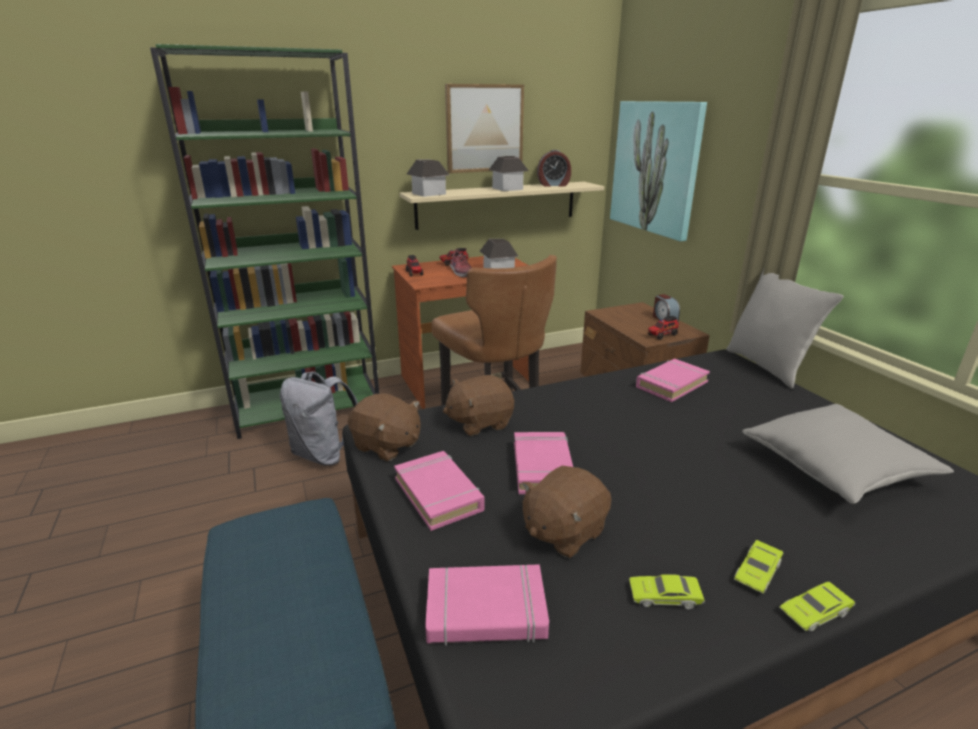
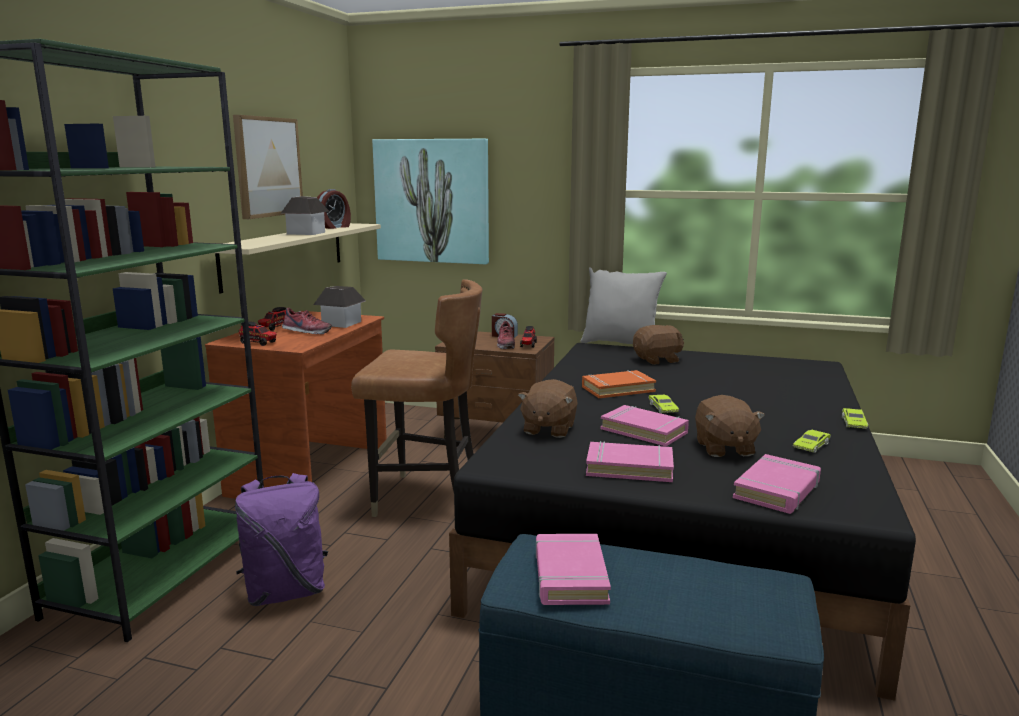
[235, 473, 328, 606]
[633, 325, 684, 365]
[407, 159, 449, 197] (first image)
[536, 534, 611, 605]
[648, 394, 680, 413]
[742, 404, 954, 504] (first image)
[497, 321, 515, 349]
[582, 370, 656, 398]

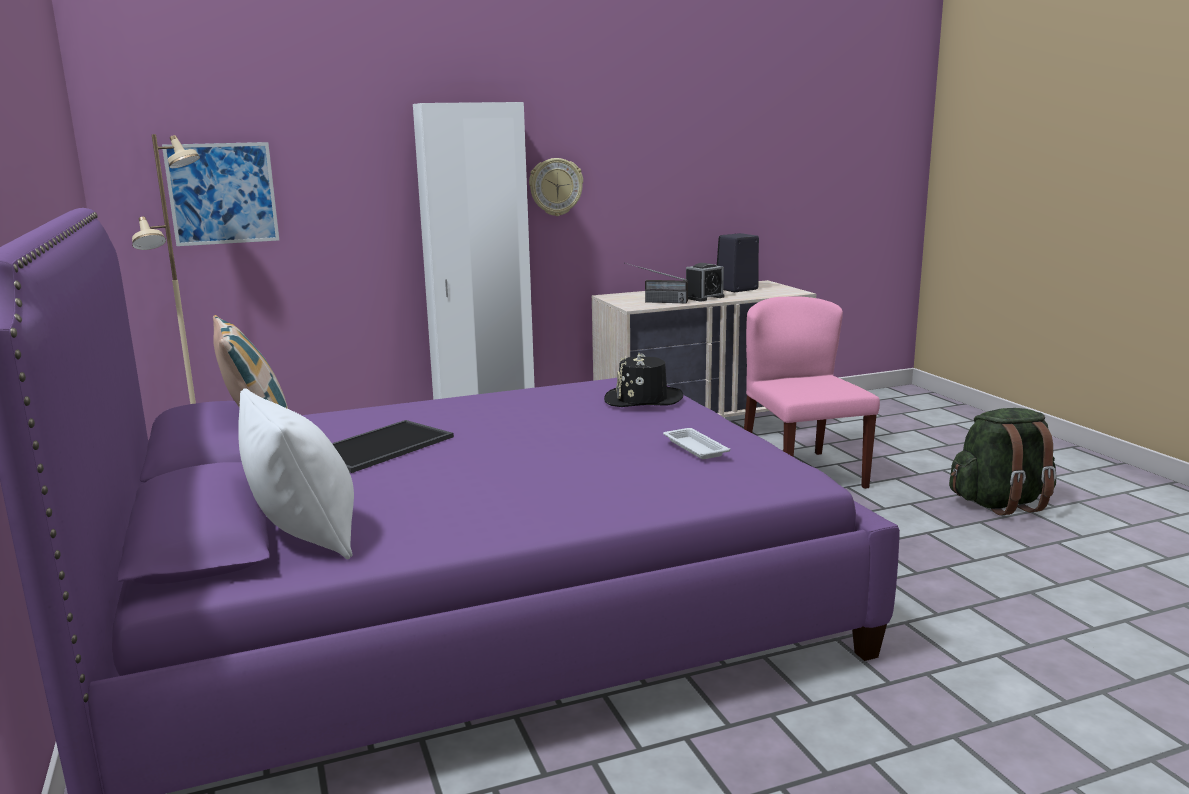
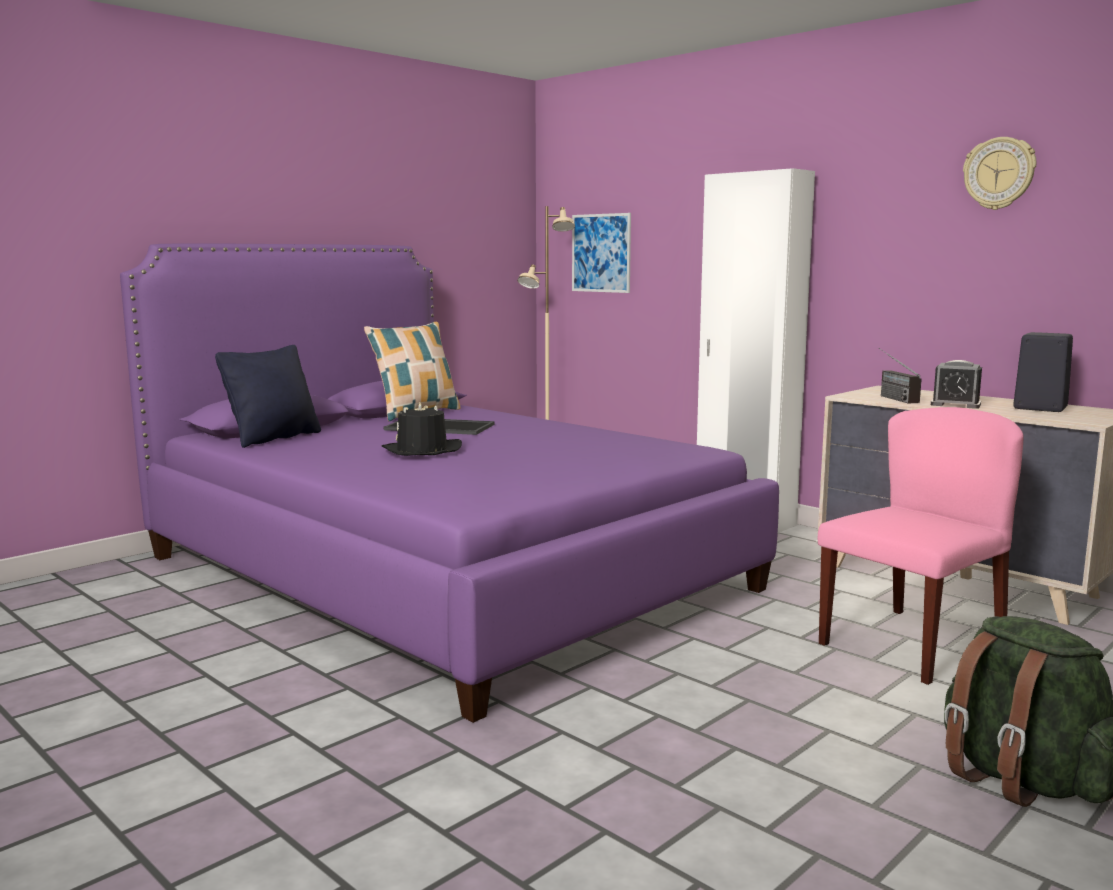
[215, 345, 321, 448]
[963, 137, 1036, 210]
[381, 403, 462, 456]
[663, 428, 730, 459] (first image)

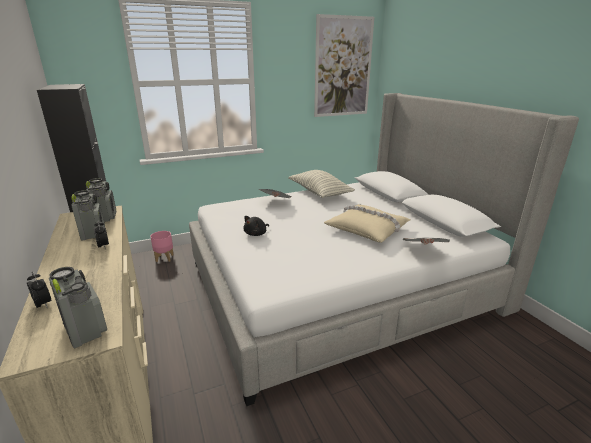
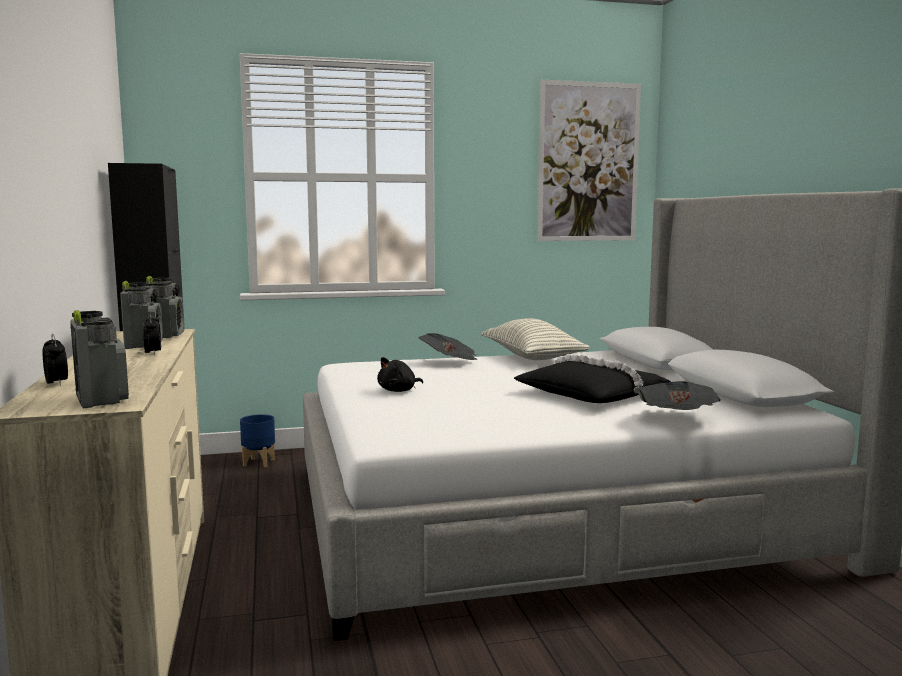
[240, 414, 275, 467]
[514, 354, 671, 403]

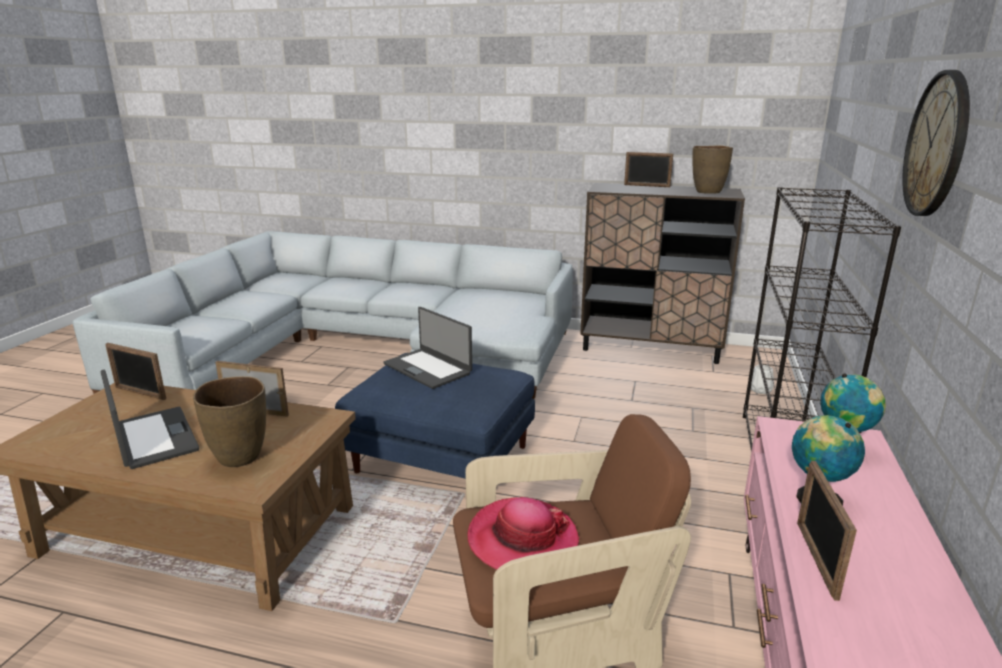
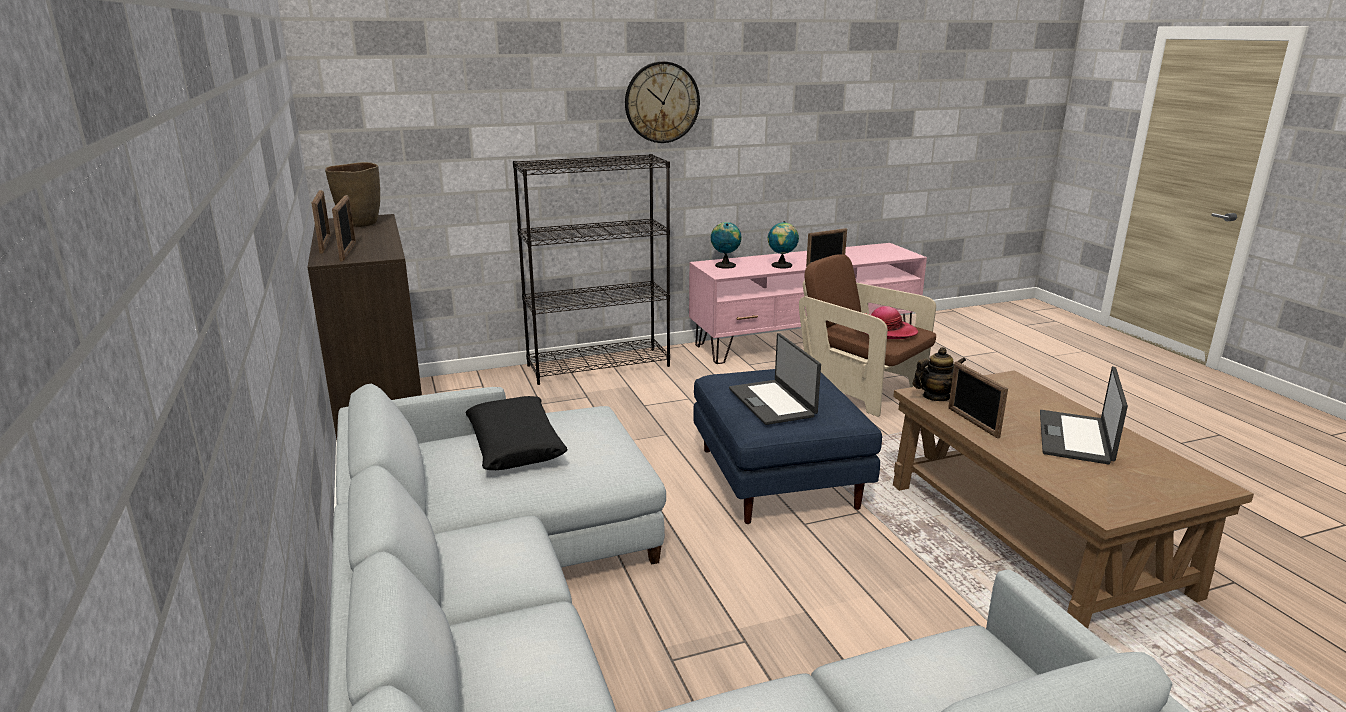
[332, 195, 356, 261]
[193, 376, 266, 467] (first image)
[729, 333, 821, 425]
[751, 365, 774, 394] (first image)
[466, 396, 568, 470]
[912, 347, 966, 401]

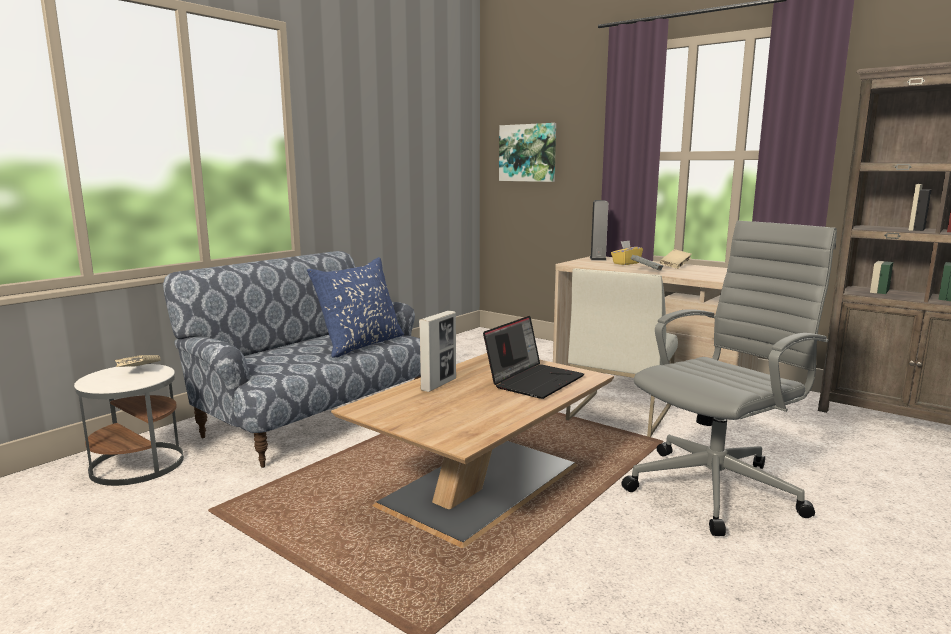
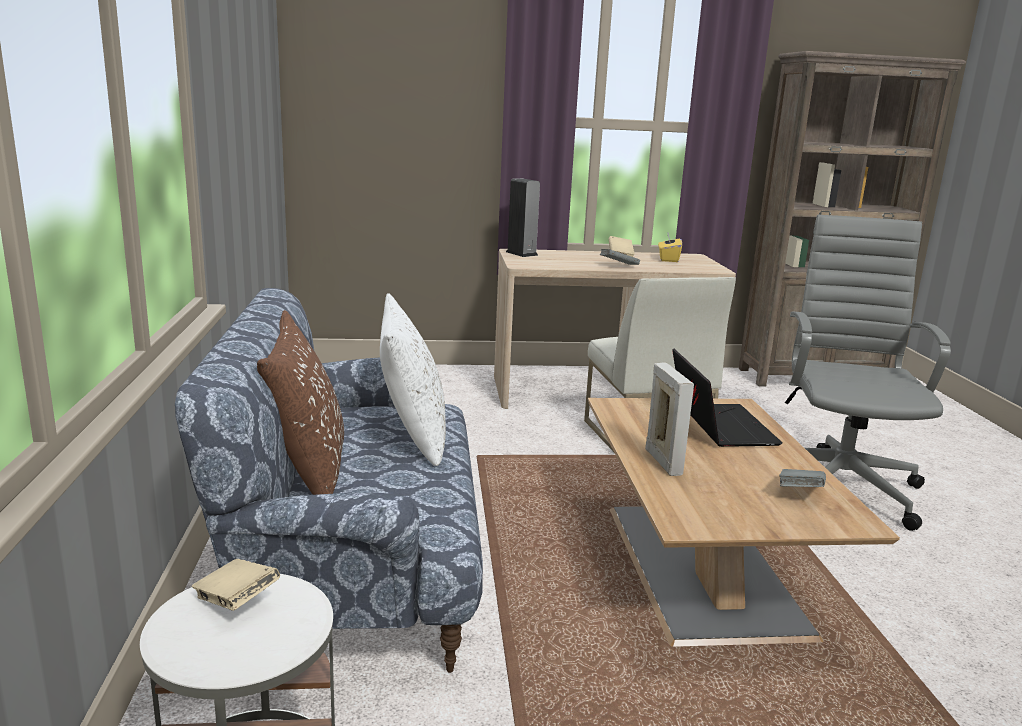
[380, 293, 446, 466]
[499, 123, 556, 182] (first image)
[658, 233, 682, 262]
[257, 310, 344, 495]
[779, 469, 826, 487]

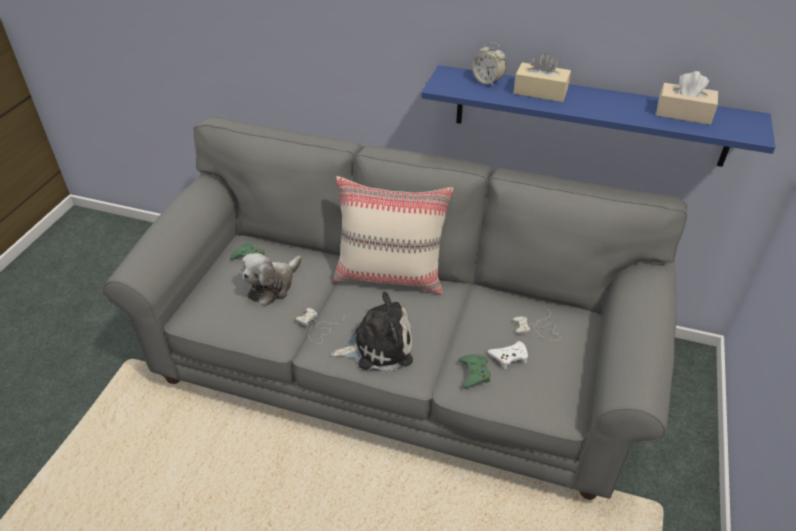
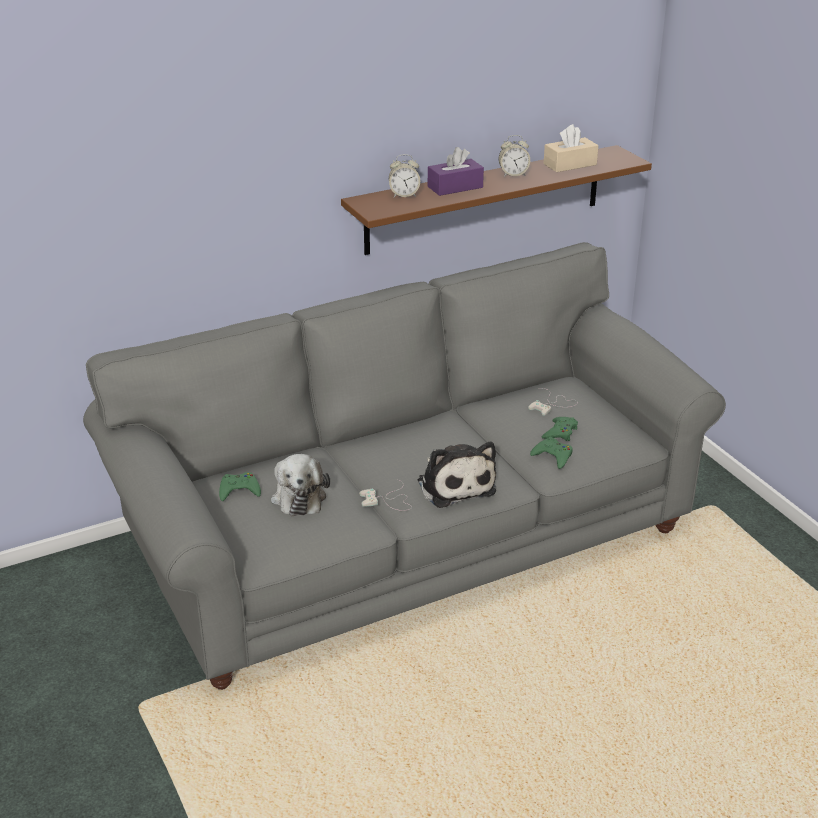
[418, 441, 496, 508]
[333, 176, 453, 295] (first image)
[341, 145, 652, 255]
[542, 417, 578, 441]
[428, 147, 484, 196]
[499, 135, 530, 177]

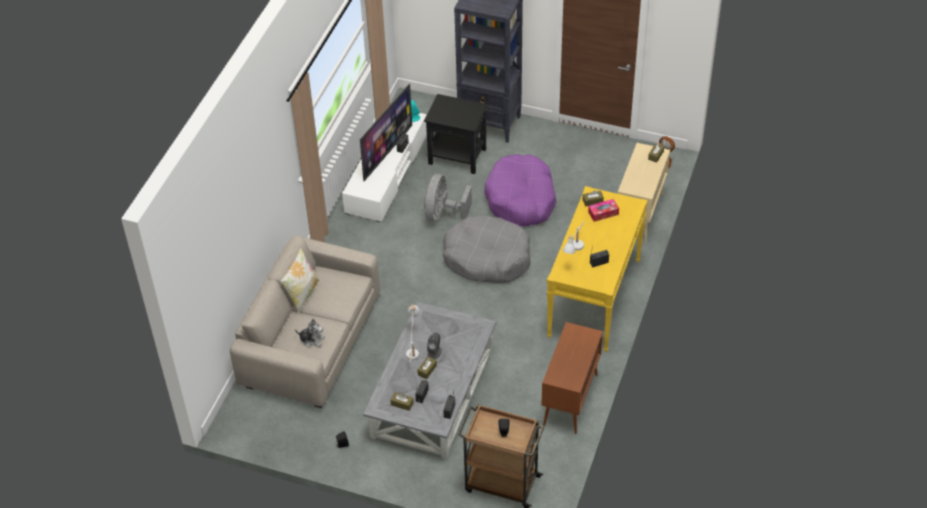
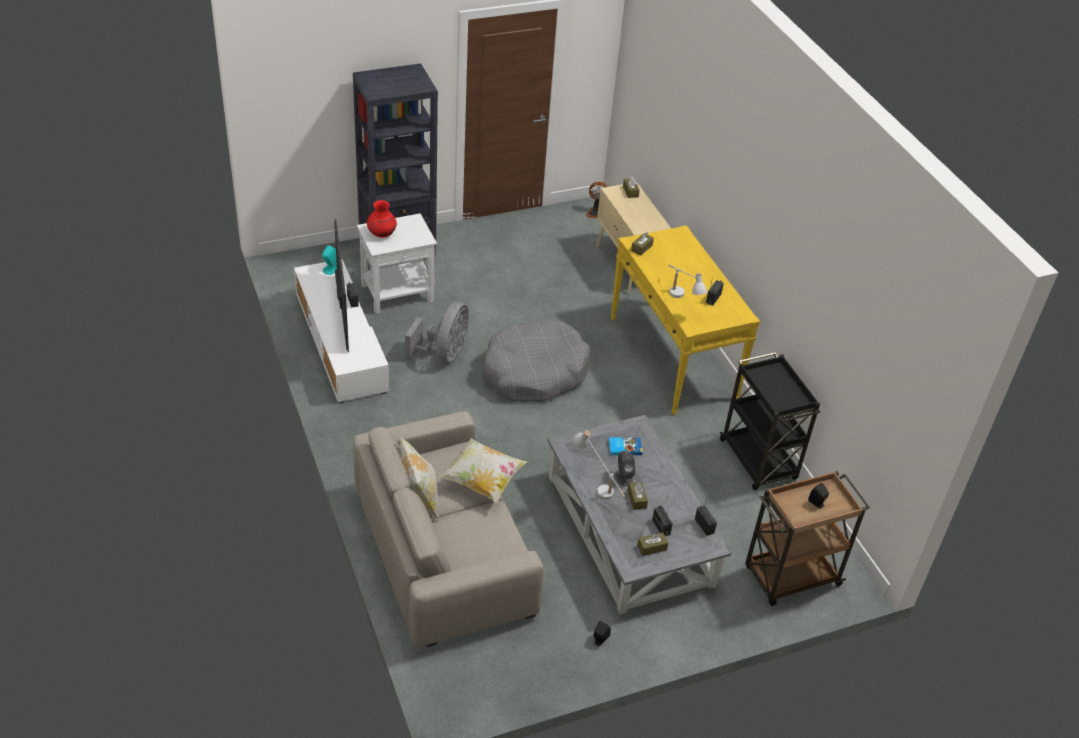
[295, 319, 325, 348] (first image)
[357, 213, 437, 314]
[405, 302, 469, 362]
[485, 154, 556, 226] (first image)
[720, 352, 820, 490]
[588, 199, 619, 222] (first image)
[367, 200, 397, 238]
[440, 438, 527, 503]
[608, 438, 643, 455]

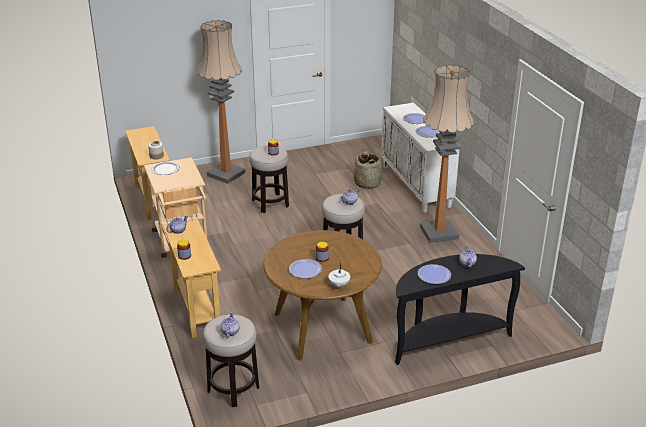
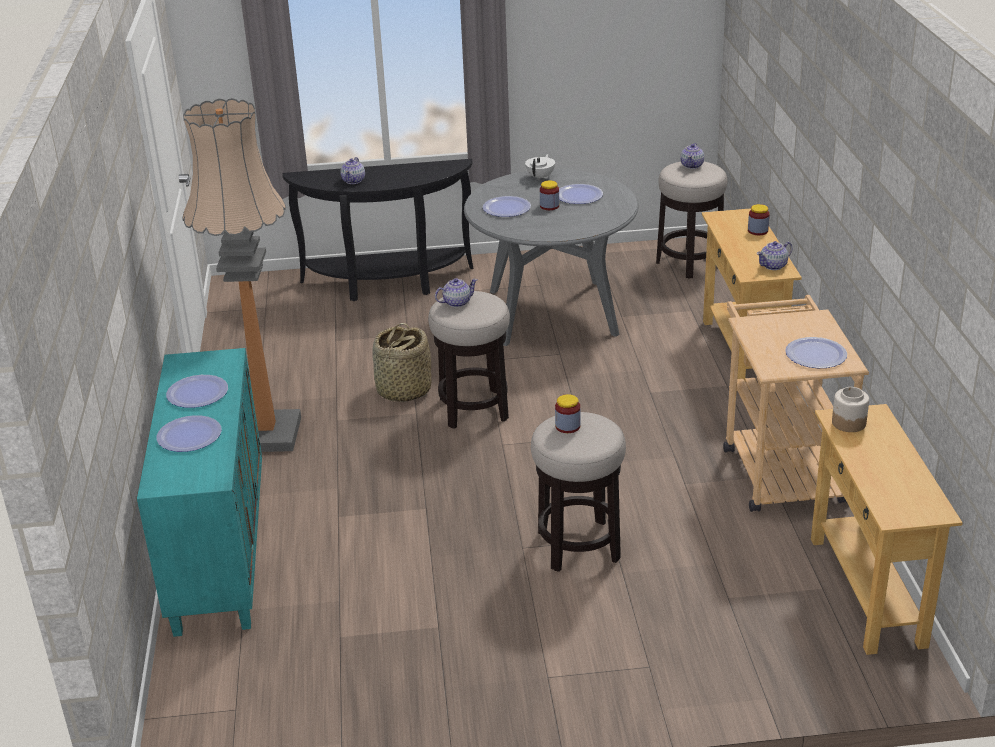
[197, 20, 245, 184] (first image)
[464, 169, 639, 346]
[372, 323, 431, 402]
[137, 348, 262, 637]
[483, 196, 531, 217]

